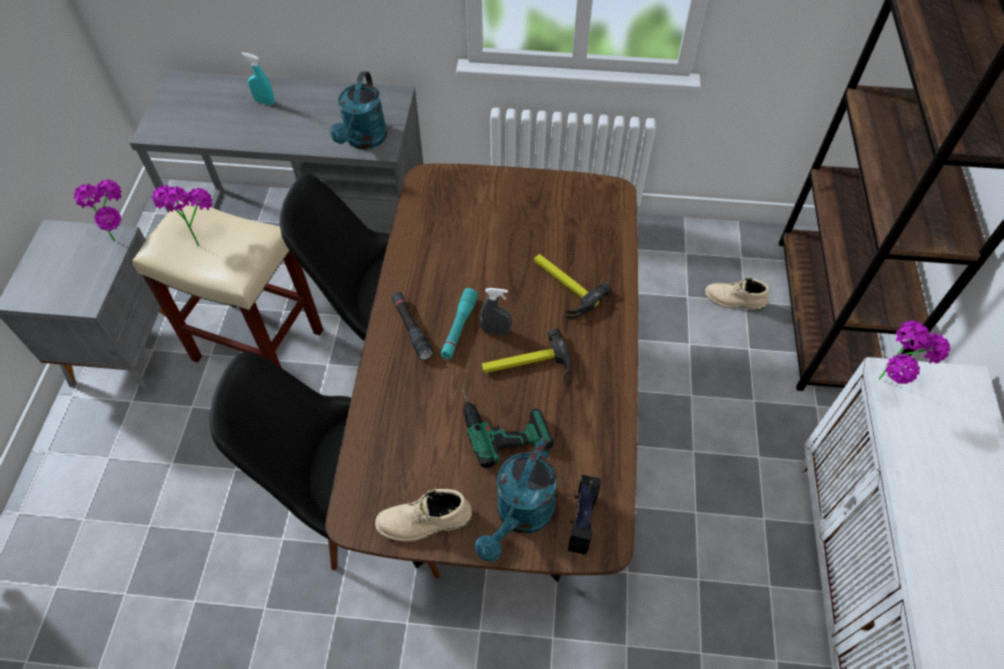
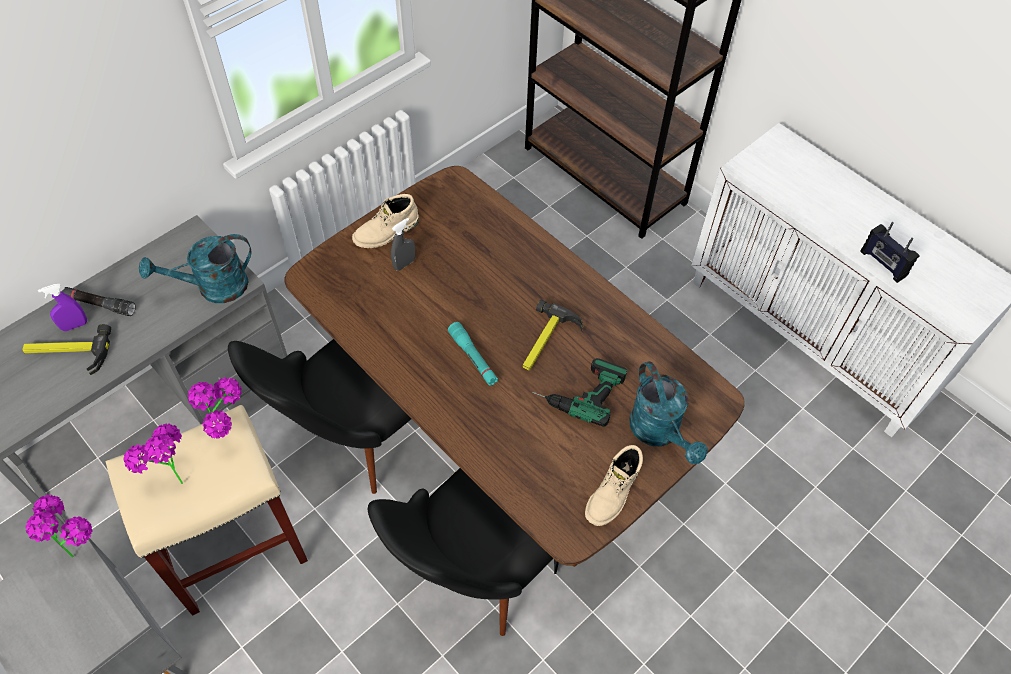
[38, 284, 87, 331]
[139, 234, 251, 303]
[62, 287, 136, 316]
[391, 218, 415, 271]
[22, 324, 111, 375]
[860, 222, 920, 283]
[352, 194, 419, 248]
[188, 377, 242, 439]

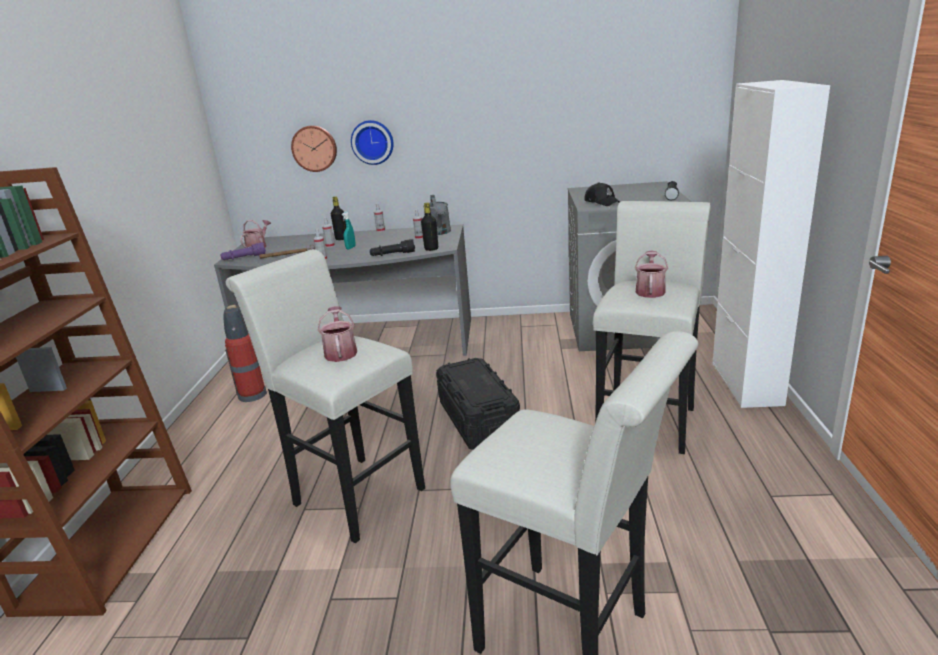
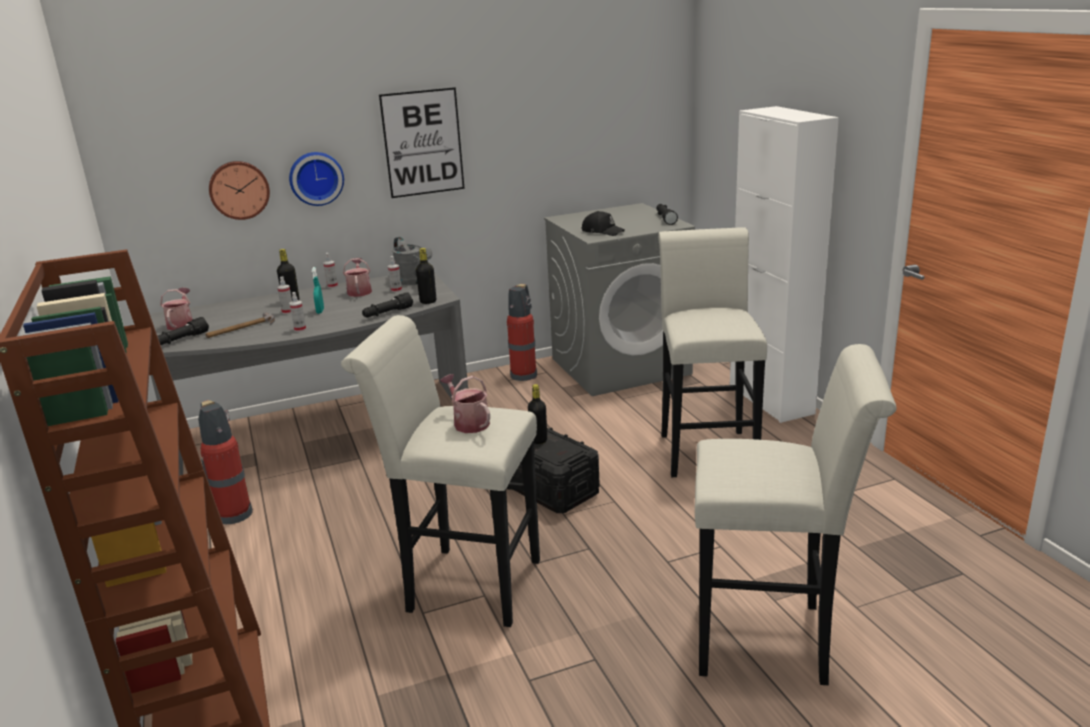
[158, 317, 209, 345]
[343, 258, 372, 297]
[379, 87, 465, 198]
[507, 284, 537, 381]
[528, 384, 547, 444]

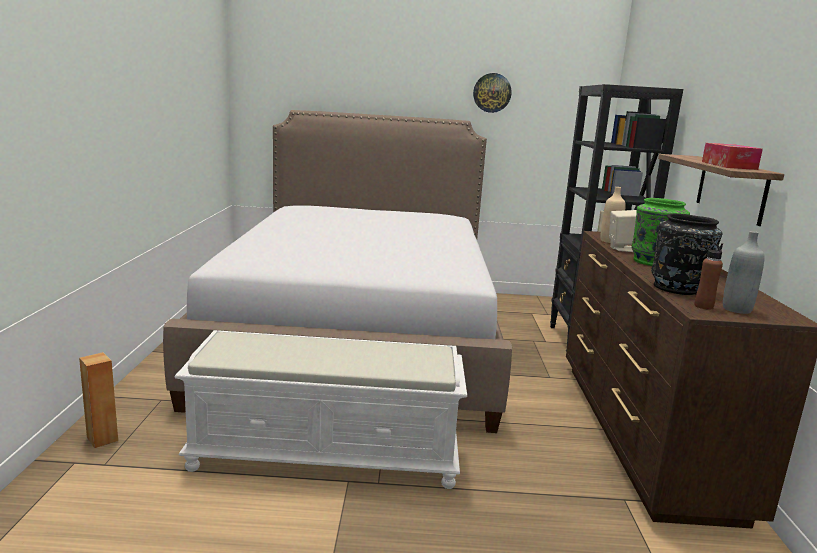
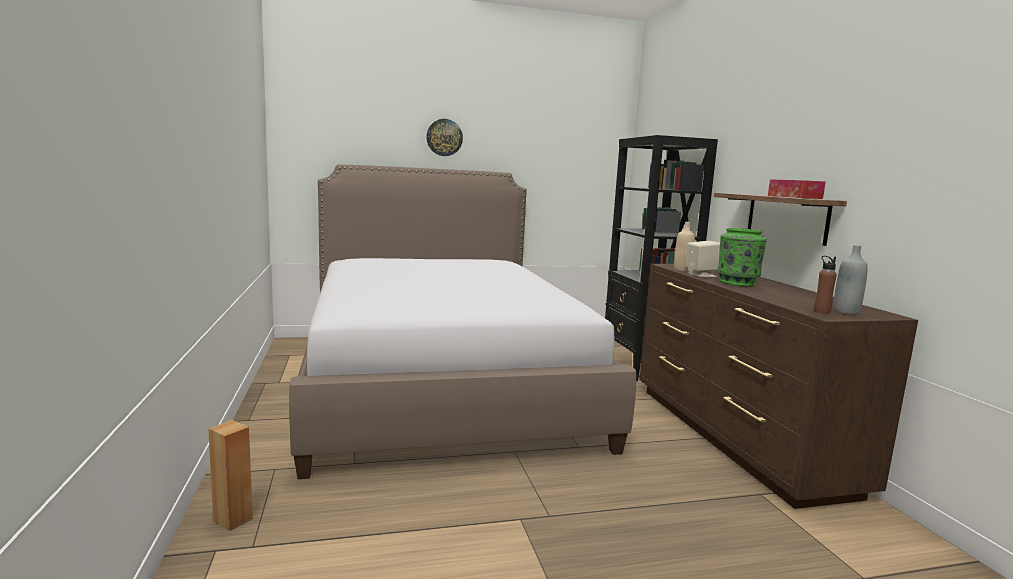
[174, 330, 467, 489] (first image)
[426, 119, 463, 156]
[651, 213, 723, 295] (first image)

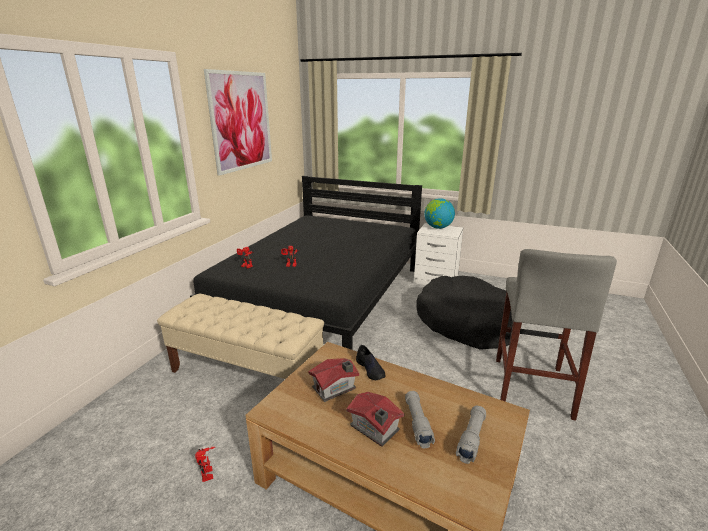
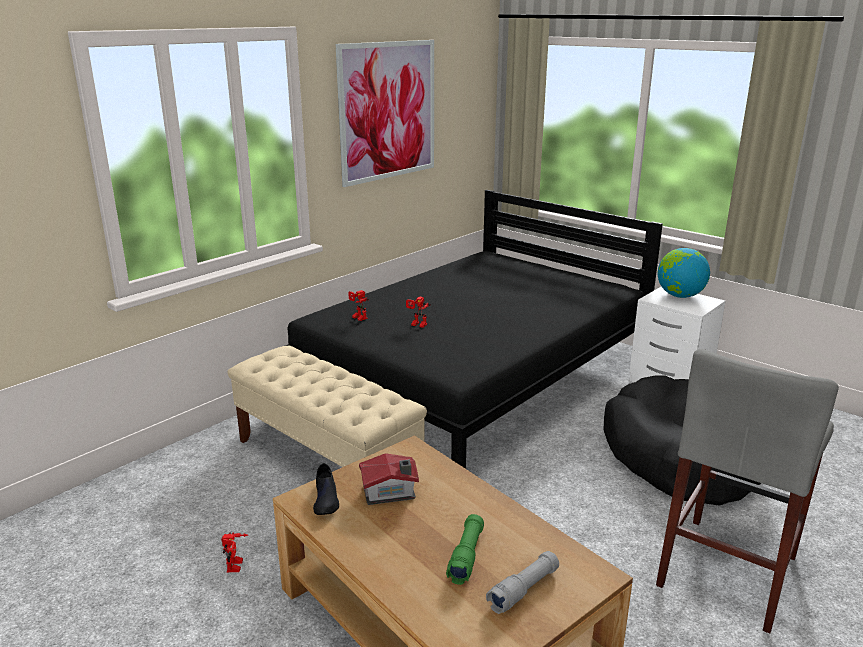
[347, 392, 405, 447] (first image)
[313, 463, 339, 515]
[446, 514, 484, 585]

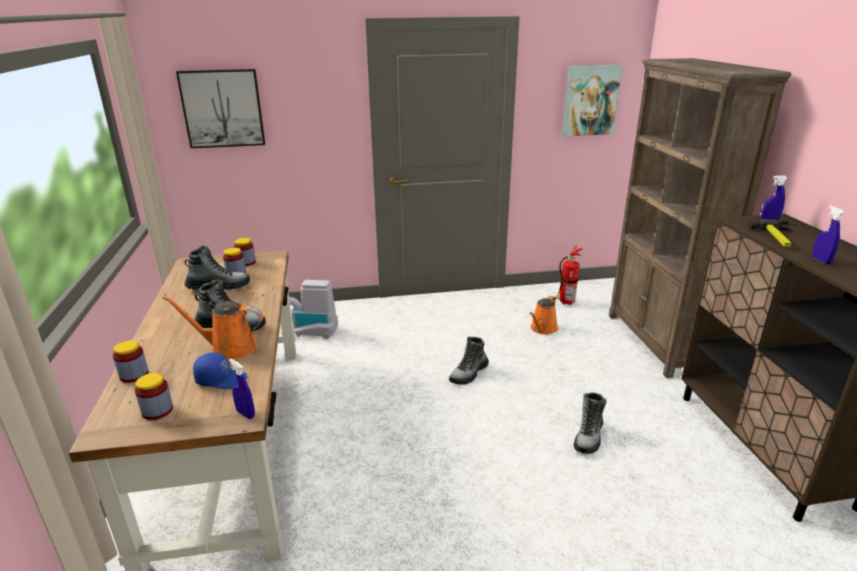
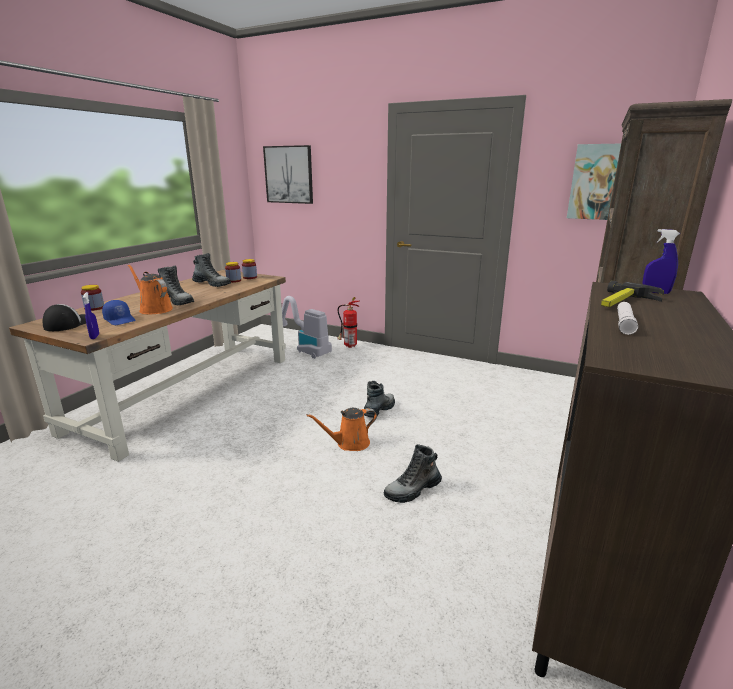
[43, 304, 86, 331]
[364, 381, 395, 418]
[307, 408, 377, 451]
[337, 297, 359, 348]
[617, 302, 638, 335]

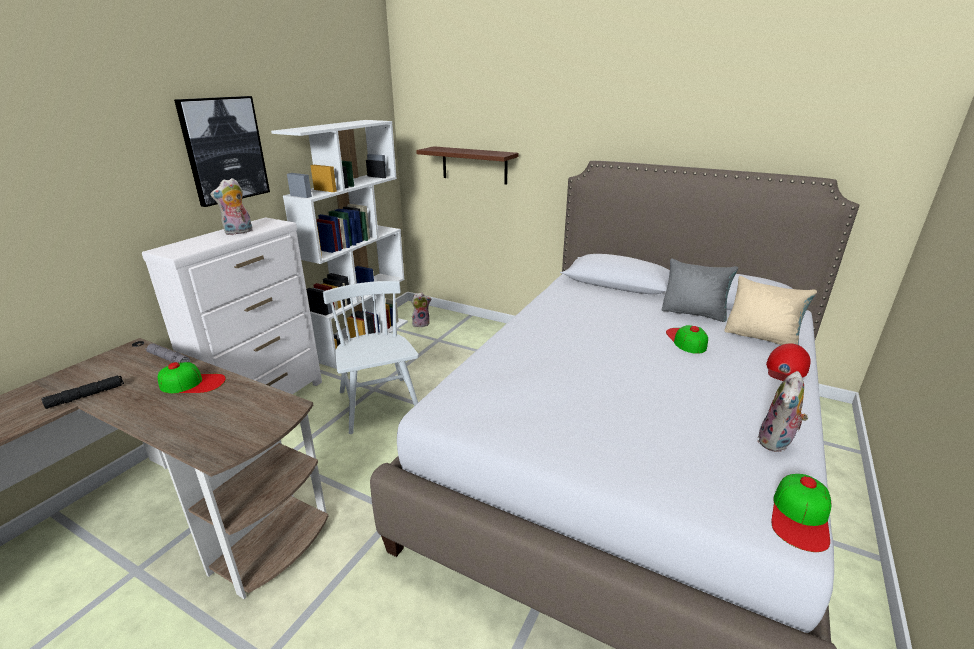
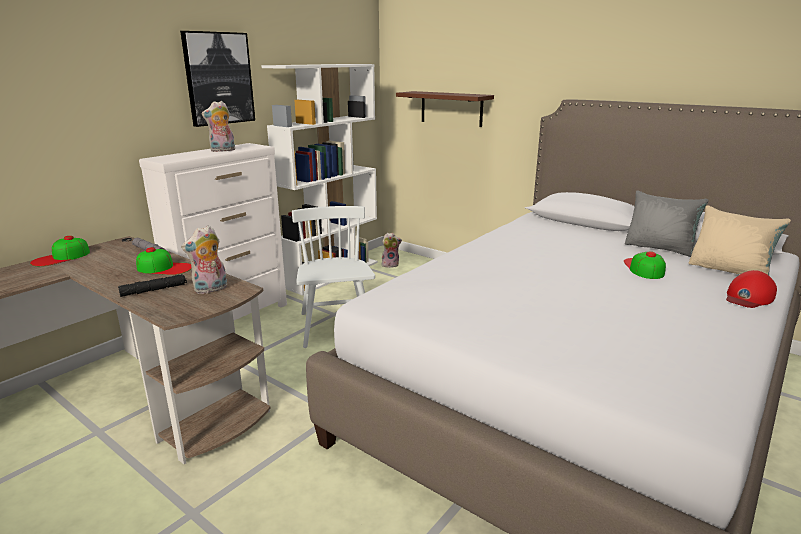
[118, 274, 187, 297]
[181, 226, 227, 294]
[30, 236, 90, 266]

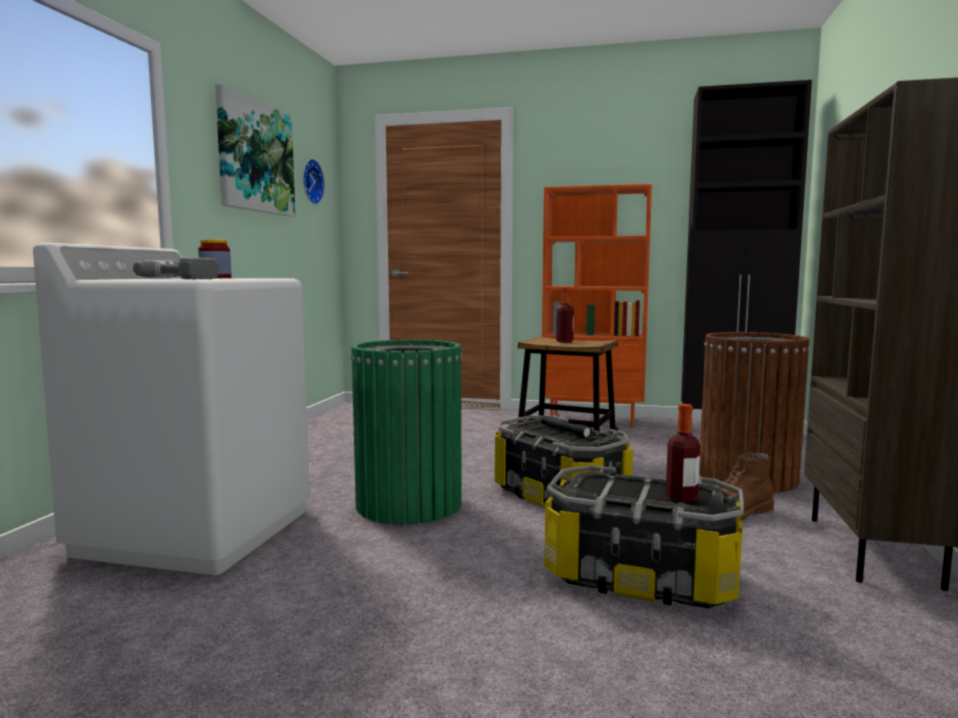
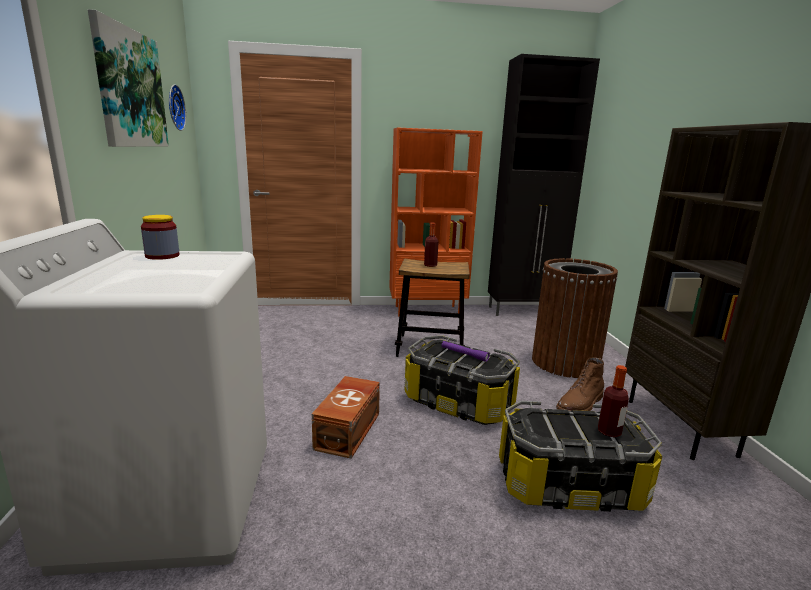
[133, 258, 219, 279] (first image)
[312, 376, 380, 459]
[442, 341, 489, 362]

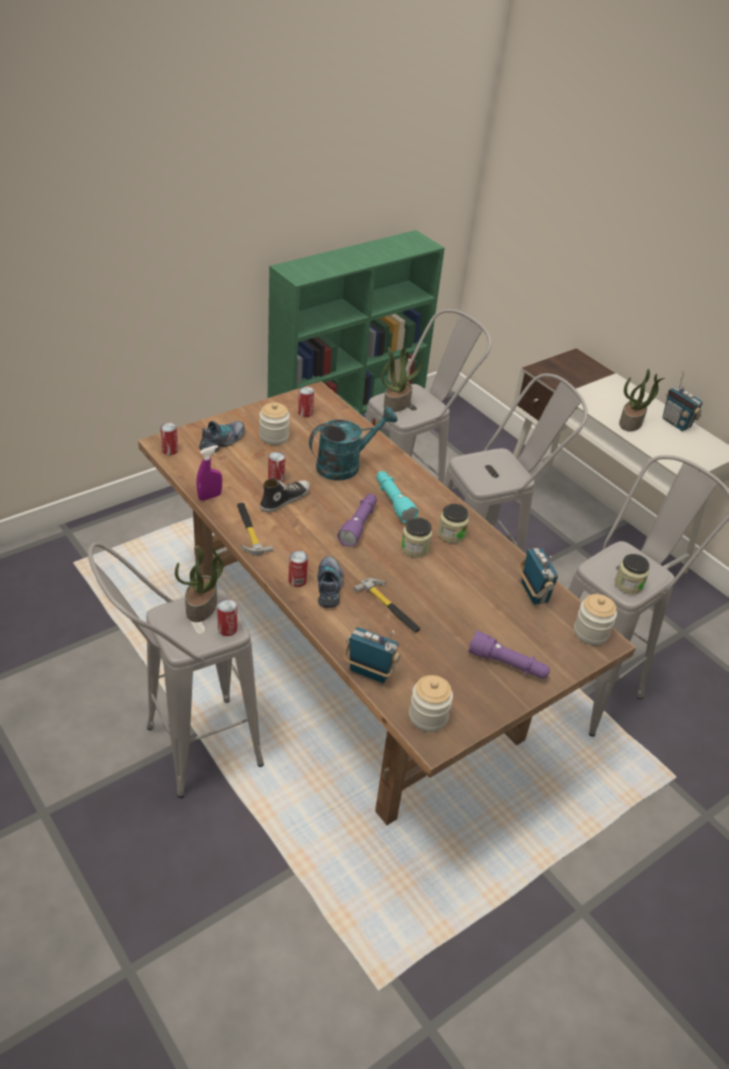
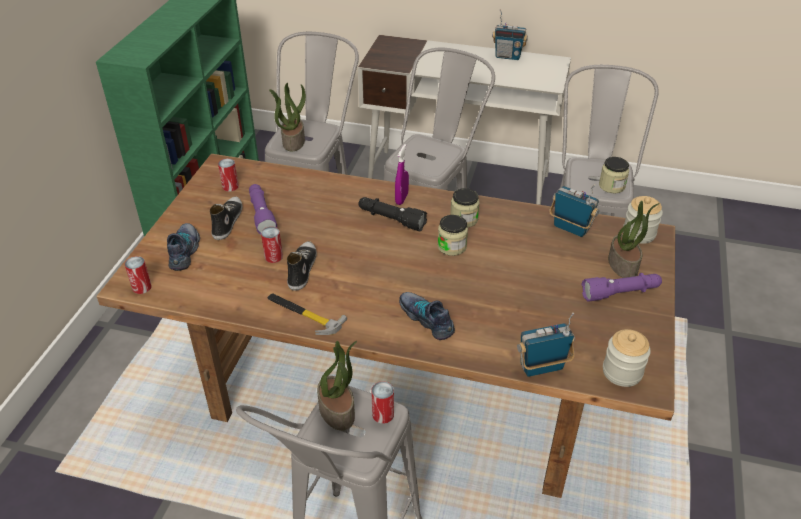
[395, 144, 409, 205]
[210, 197, 242, 240]
[288, 551, 308, 587] (first image)
[309, 406, 398, 480] (first image)
[249, 184, 277, 234]
[353, 578, 420, 632] (first image)
[358, 197, 427, 231]
[608, 201, 660, 278]

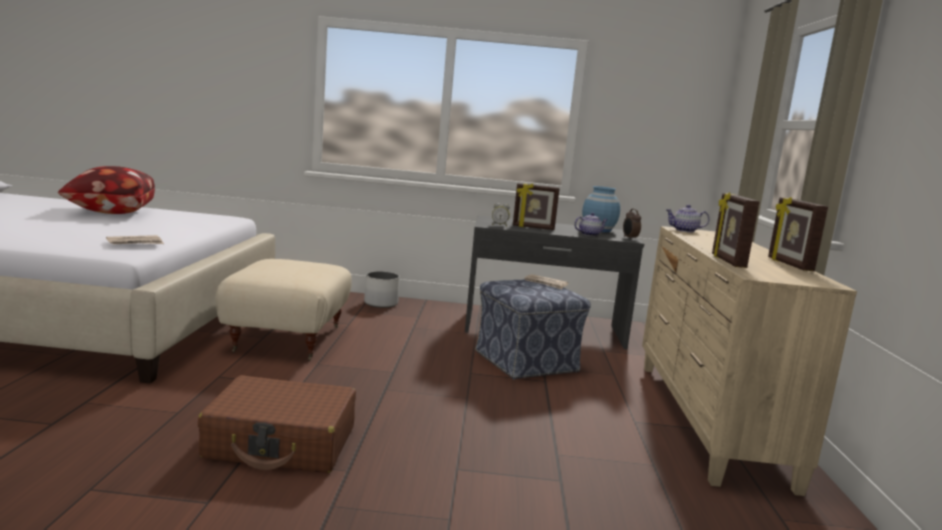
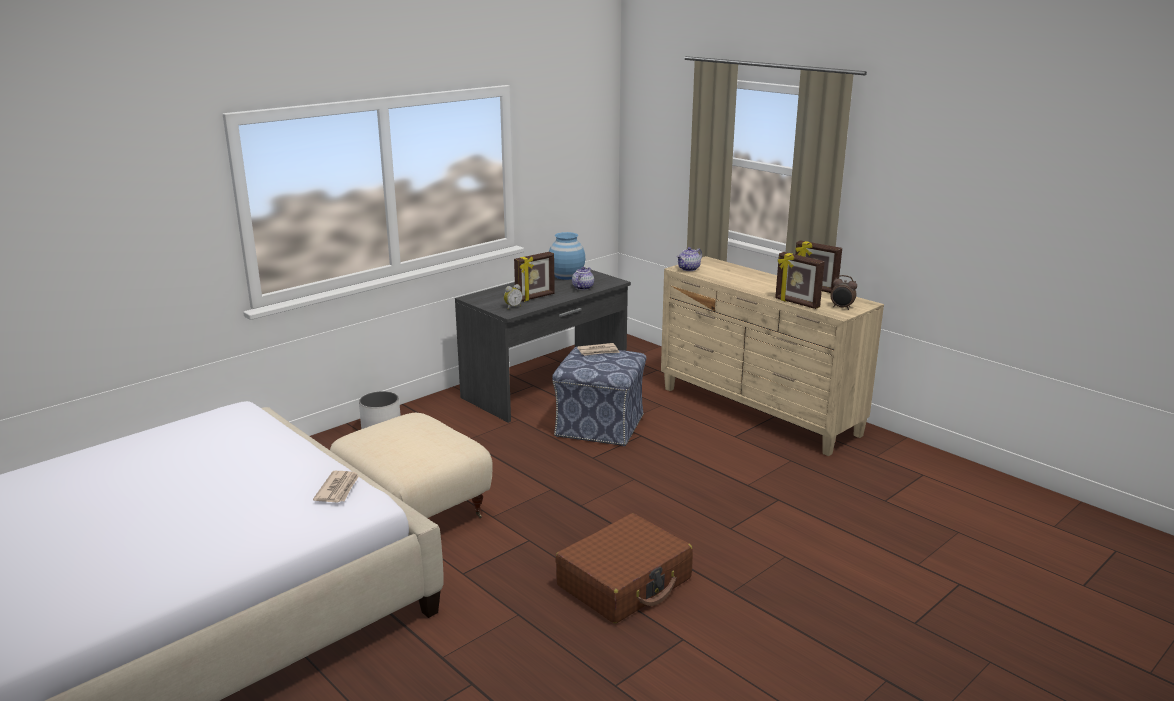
[58, 166, 155, 214] (first image)
[830, 275, 857, 310]

